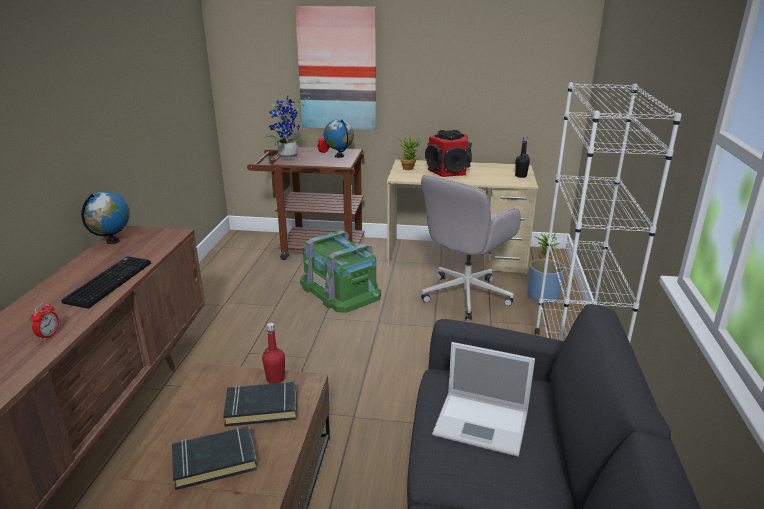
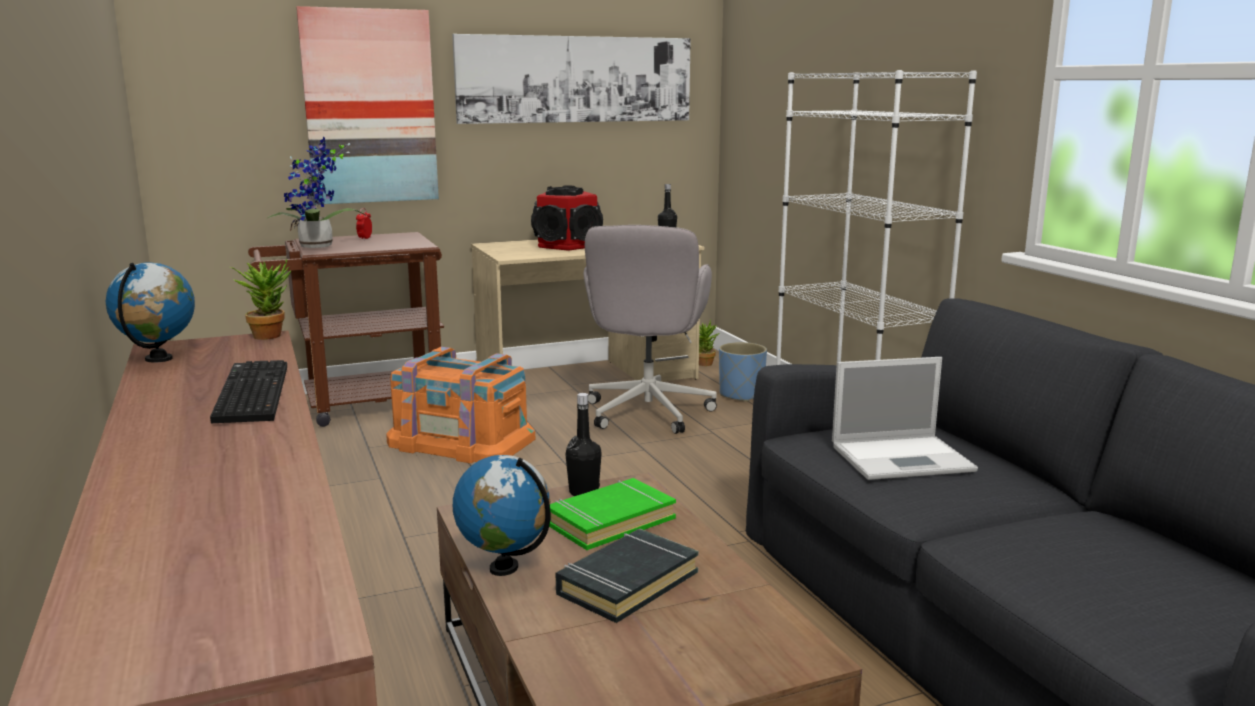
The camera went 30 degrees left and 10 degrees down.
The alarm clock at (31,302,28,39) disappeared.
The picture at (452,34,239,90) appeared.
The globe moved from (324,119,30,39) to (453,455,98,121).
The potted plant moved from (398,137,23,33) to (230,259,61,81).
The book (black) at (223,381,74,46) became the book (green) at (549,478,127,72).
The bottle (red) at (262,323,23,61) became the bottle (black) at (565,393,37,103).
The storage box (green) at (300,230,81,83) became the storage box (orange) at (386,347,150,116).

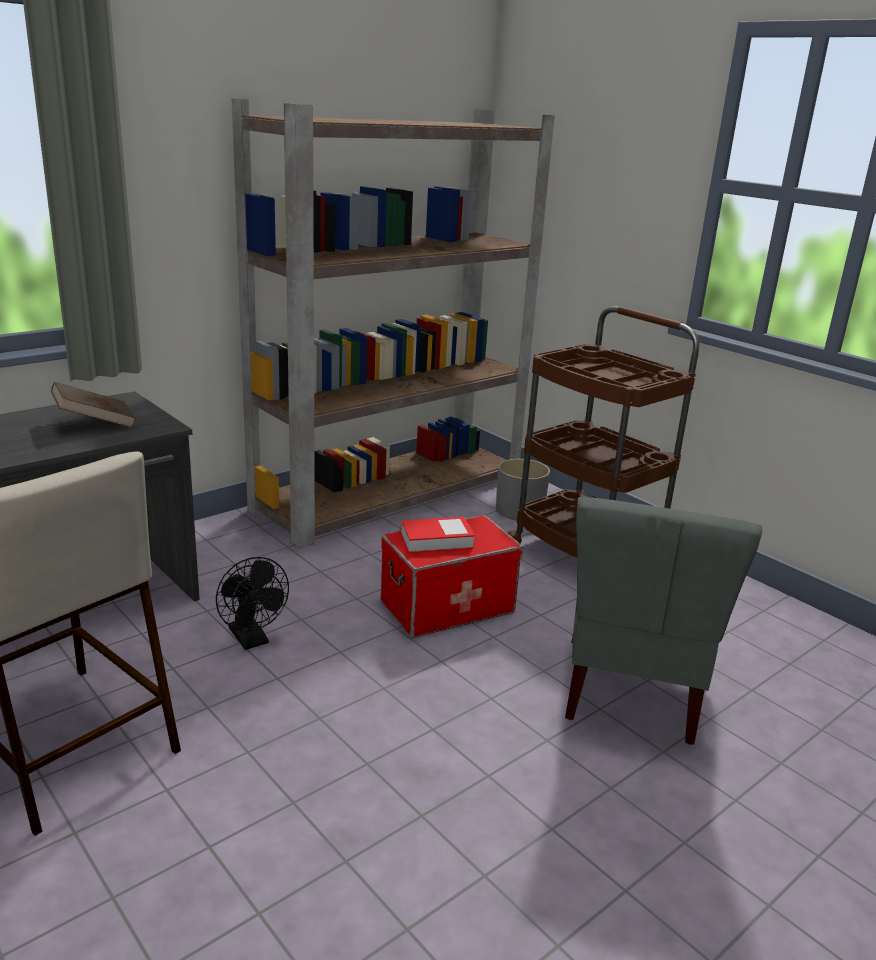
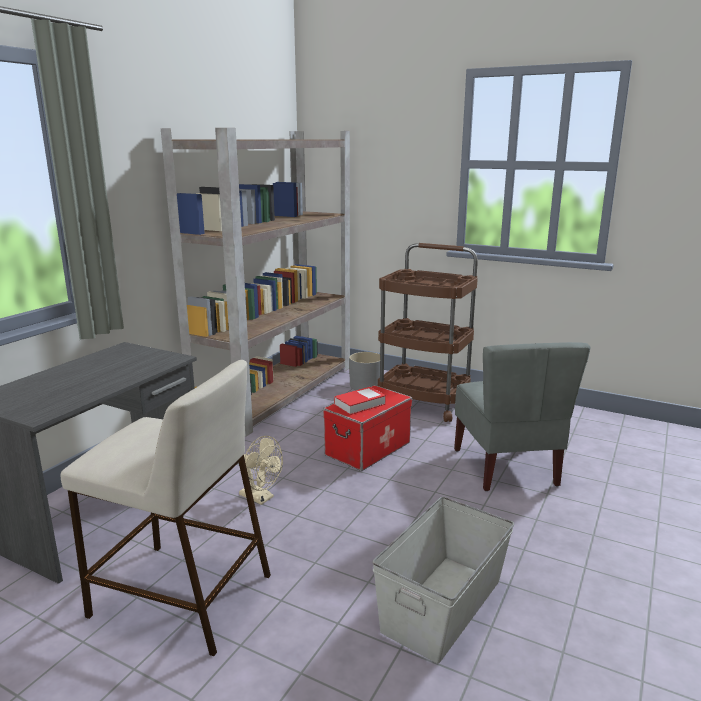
The camera went 20 degrees left and 5 degrees down.
The book (brown) at (51,382,85,46) disappeared.
The storage box (grey) at (372,497,142,167) appeared.
The fan (black) at (216,557,73,93) became the fan (beige) at (239,436,44,69).

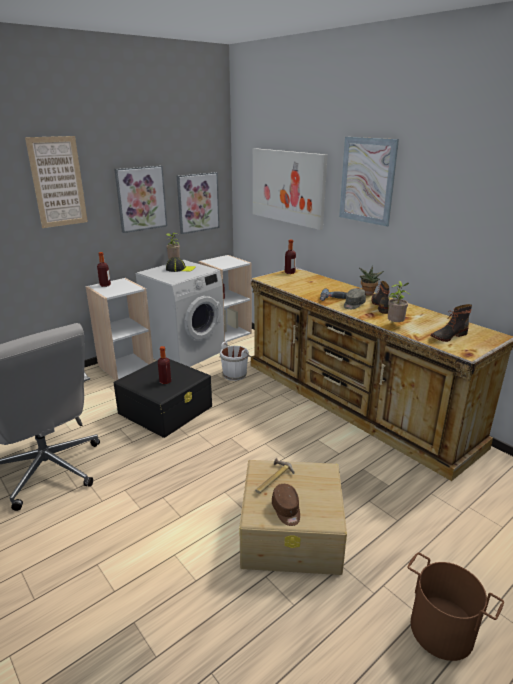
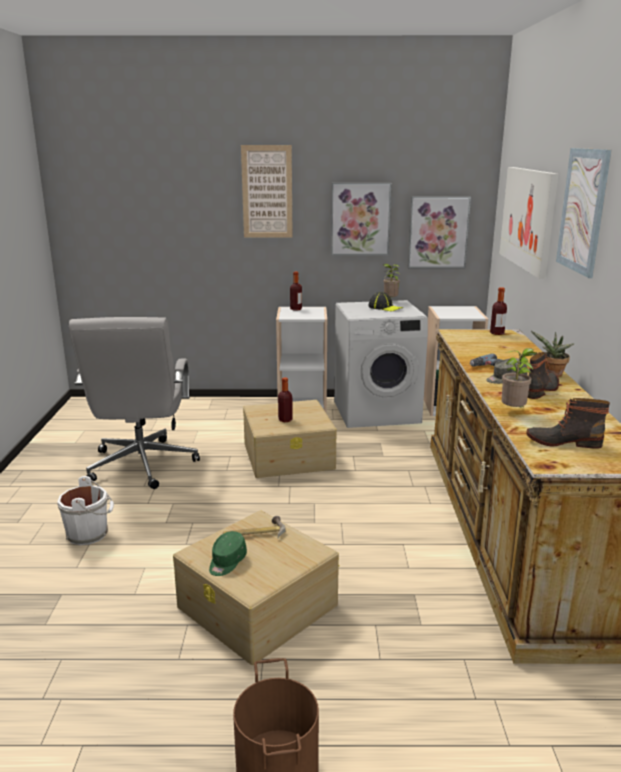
The camera went 40 degrees right and 5 degrees down.
The bucket (white) moved from (219,342,32,39) to (57,476,57,69).
The storage box (black) at (114,359,98,79) became the storage box (beige) at (243,400,94,78).
The cap (brown) at (272,484,28,42) became the cap (green) at (209,531,38,45).

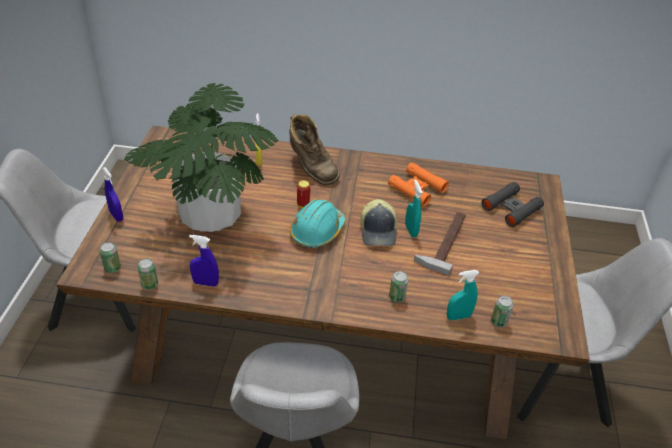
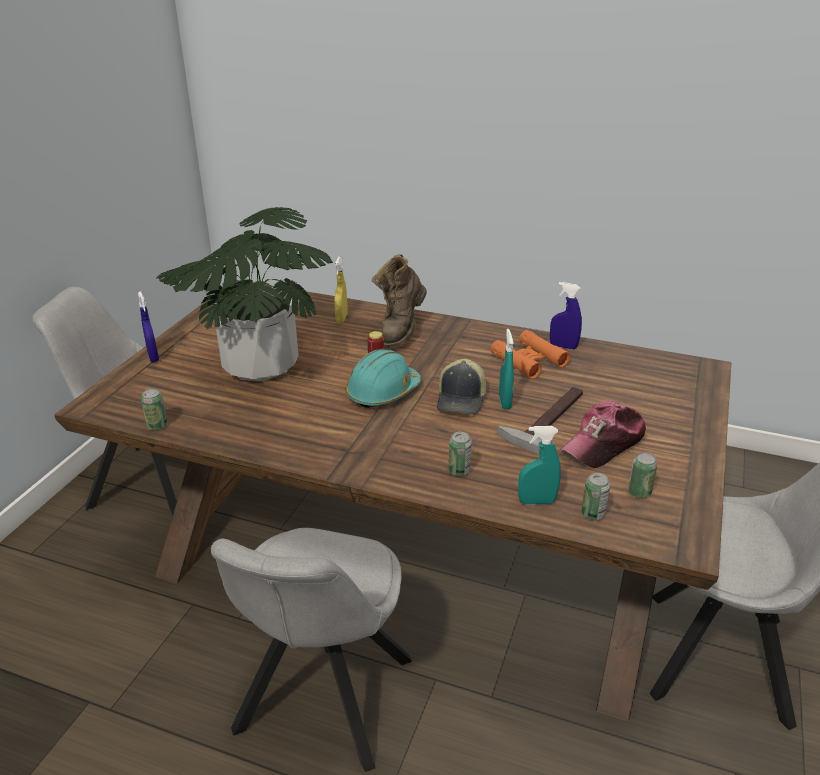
The camera went 15 degrees right and 10 degrees down.
The binoculars (black) at (481,182,63,45) disappeared.
The cap at (561,401,85,67) appeared.
The can moved from (100,242,21,31) to (628,452,29,46).
The spray bottle (blue) moved from (189,235,30,52) to (550,282,32,67).
The boot (brown) at (290,113,50,73) turned 45 degrees clockwise.

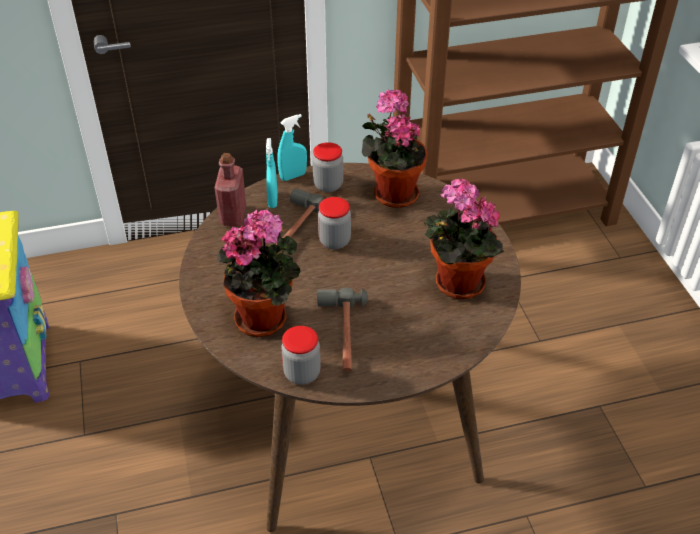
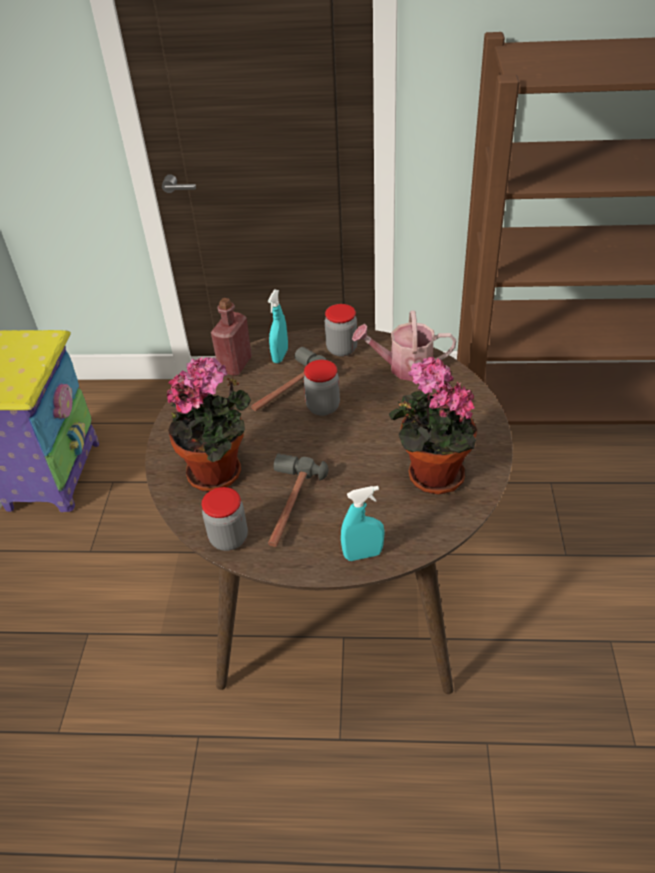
The camera went 20 degrees right and 0 degrees up.
The spray bottle (turquoise) moved from (277,114,30,67) to (341,486,43,75).
The potted plant at (362,89,66,119) was replaced by the watering can at (352,311,104,70).

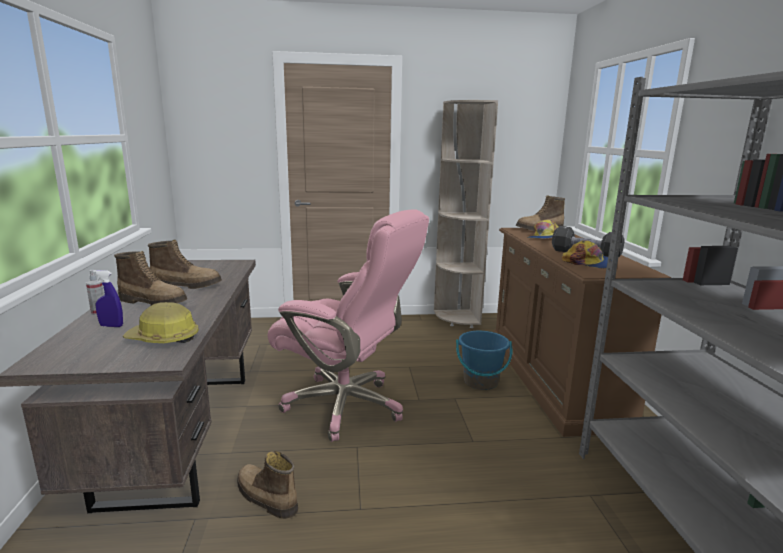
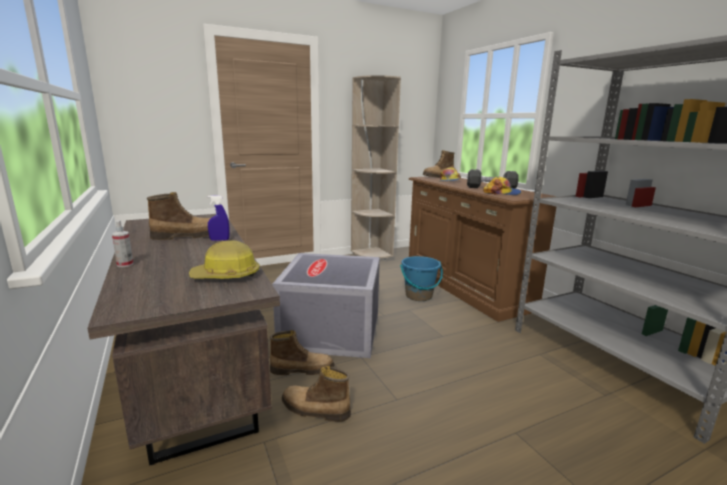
The camera went 20 degrees left and 0 degrees up.
The spray bottle (blue) moved from (93,270,30,57) to (208,195,22,46).
The boot moved from (114,251,73,54) to (270,330,65,45).
The office chair (pink) at (268,210,161,232) was replaced by the storage box (grey) at (272,253,108,105).

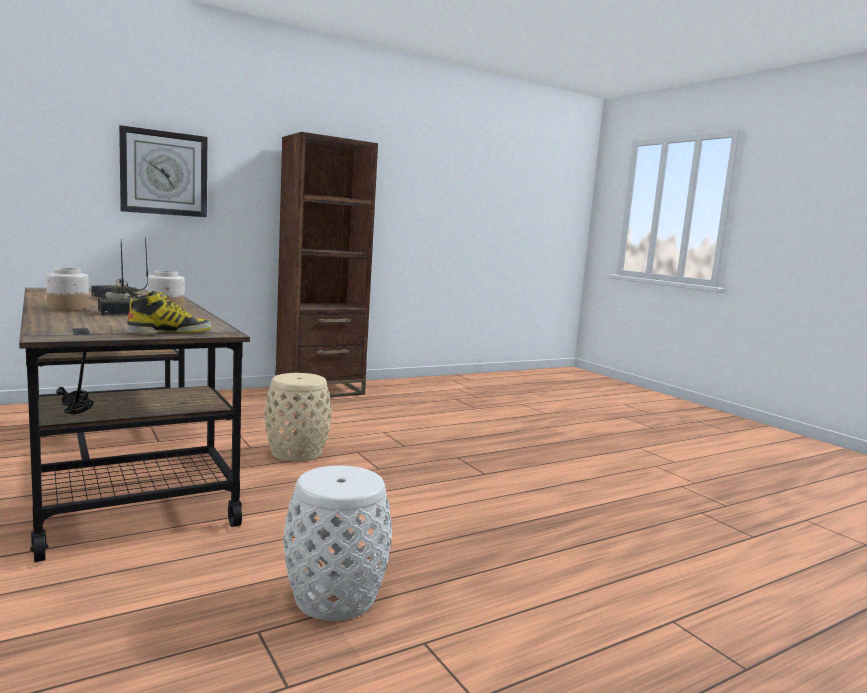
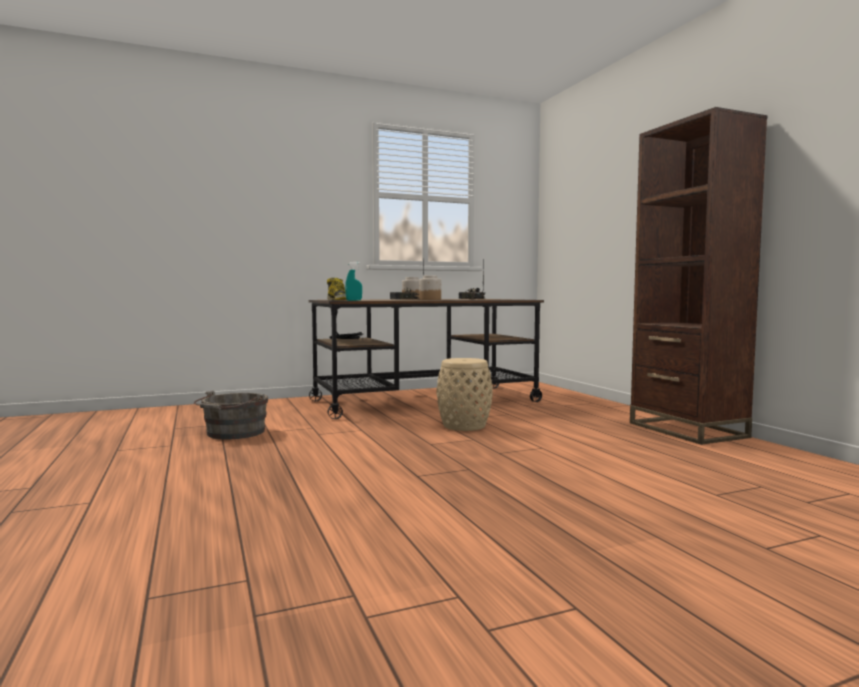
The camera went 100 degrees right and 5 degrees down.
The wall clock at (119,125,88,92) disappeared.
The spray bottle (turquoise) at (345,262,17,39) appeared.
The stool (white) at (284,465,108,156) was replaced by the bucket (grey) at (194,390,74,49).

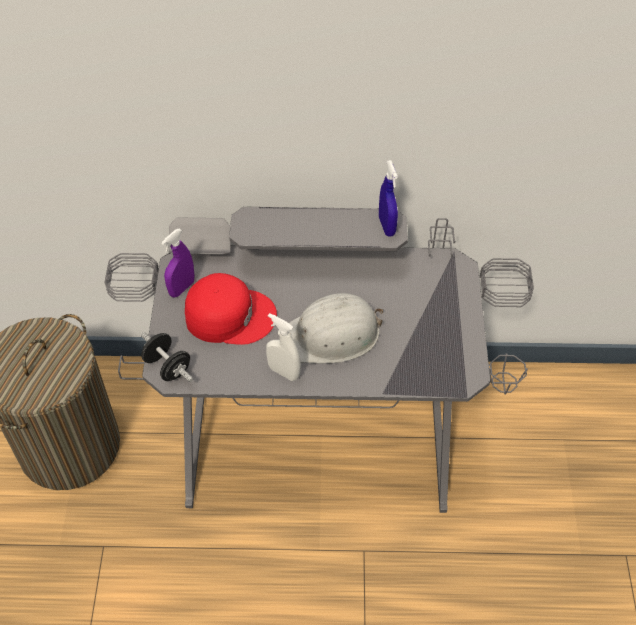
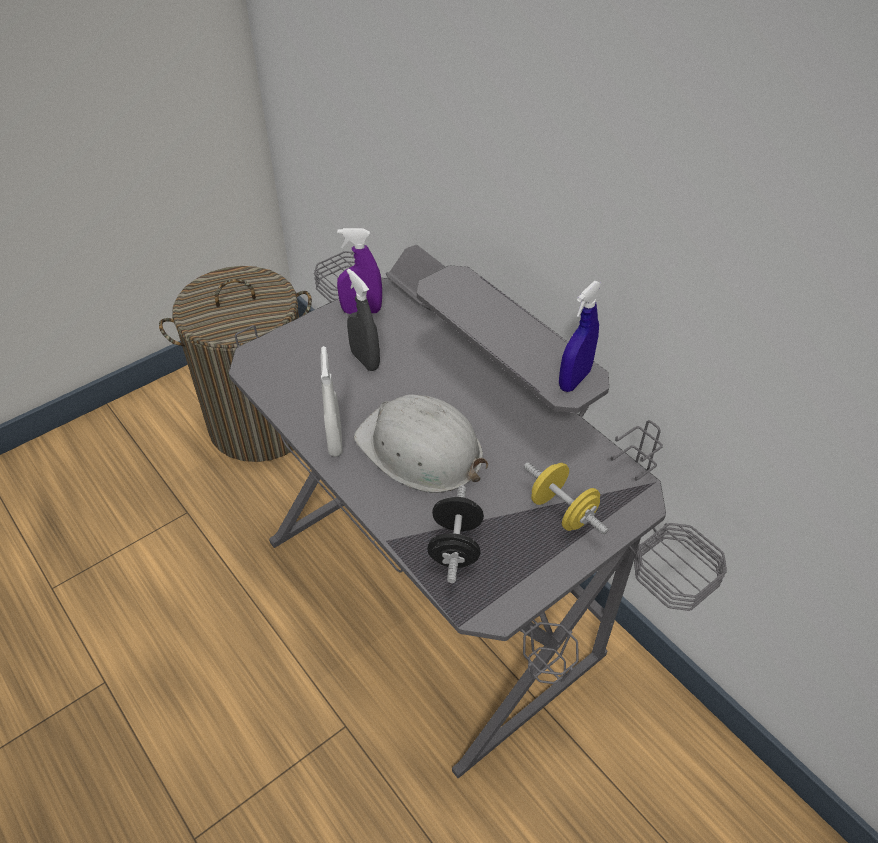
The camera went 50 degrees right and 5 degrees down.
The dumbbell (yellow) at (524,462,85,72) appeared.
The dumbbell (black) moved from (141,332,52,50) to (427,485,57,98).
The cap (red) at (185,273,92,72) was replaced by the spray bottle (grey) at (347,269,33,102).

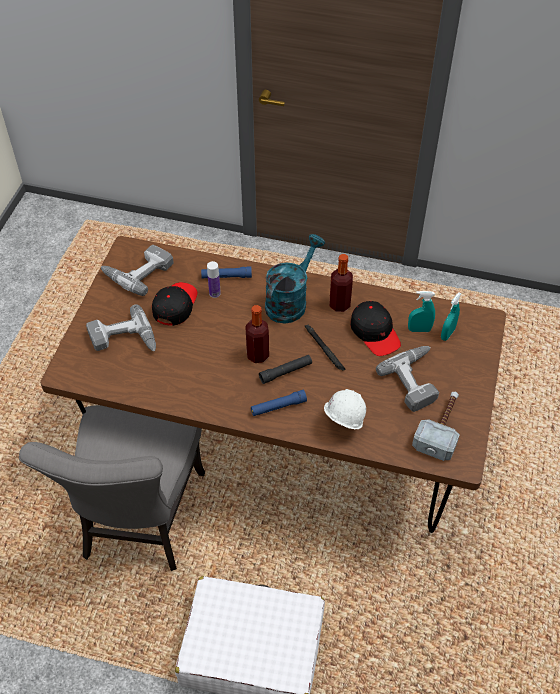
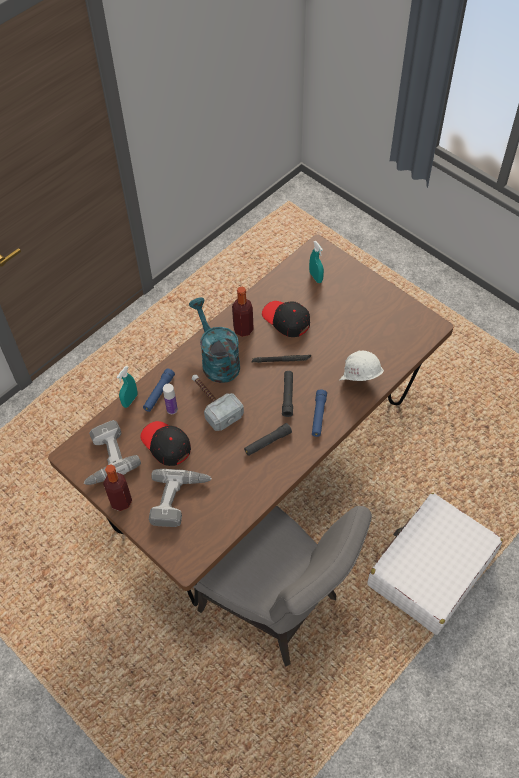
The camera went 60 degrees left and 5 degrees up.
The power drill at (376,346,63,66) disappeared.
The flashlight (black) at (244,423,48,33) appeared.
The bottle moved from (245,305,24,58) to (103,464,29,47).
The spray bottle (turquoise) moved from (408,291,27,41) to (116,366,21,42).
The hammer moved from (412,392,48,69) to (192,375,52,56).
The cap (black) at (350,301,51,55) turned 135 degrees counterclockwise.

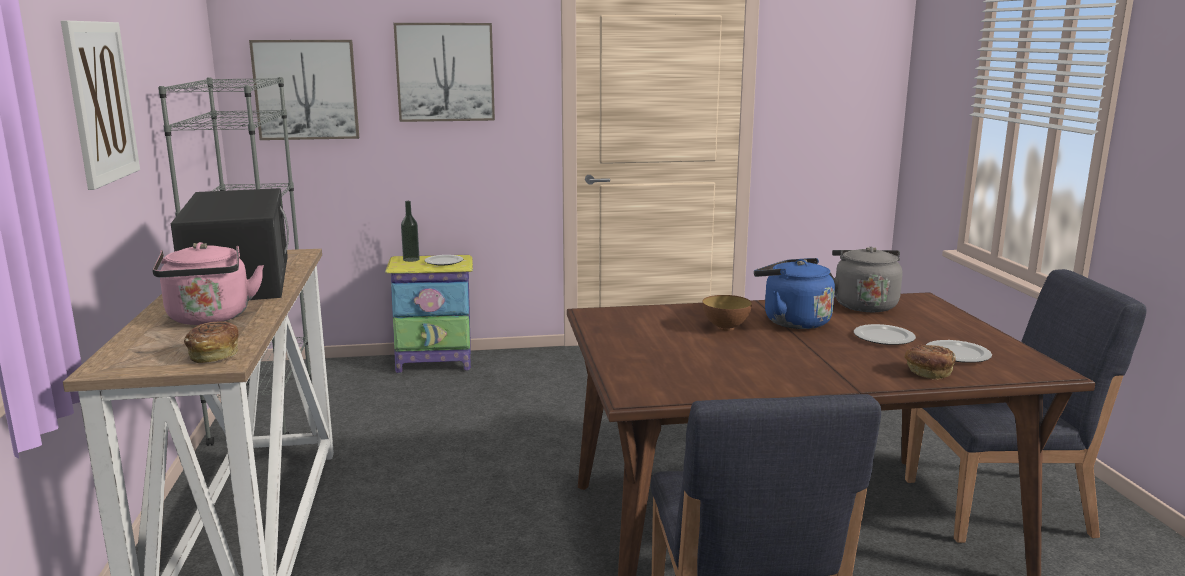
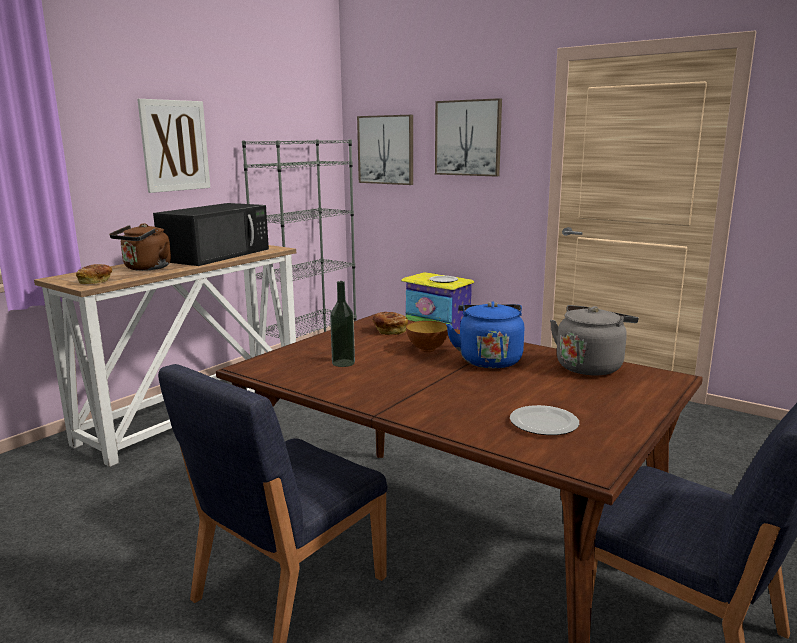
The camera went 45 degrees right and 0 degrees up.
The plate at (854,324,62,21) disappeared.
The bottle moved from (401,201,19,61) to (330,281,25,86).
The bread moved from (904,345,52,35) to (372,312,36,23).
The kettle (pink) at (152,242,112,83) became the kettle (brown) at (109,223,62,48).

